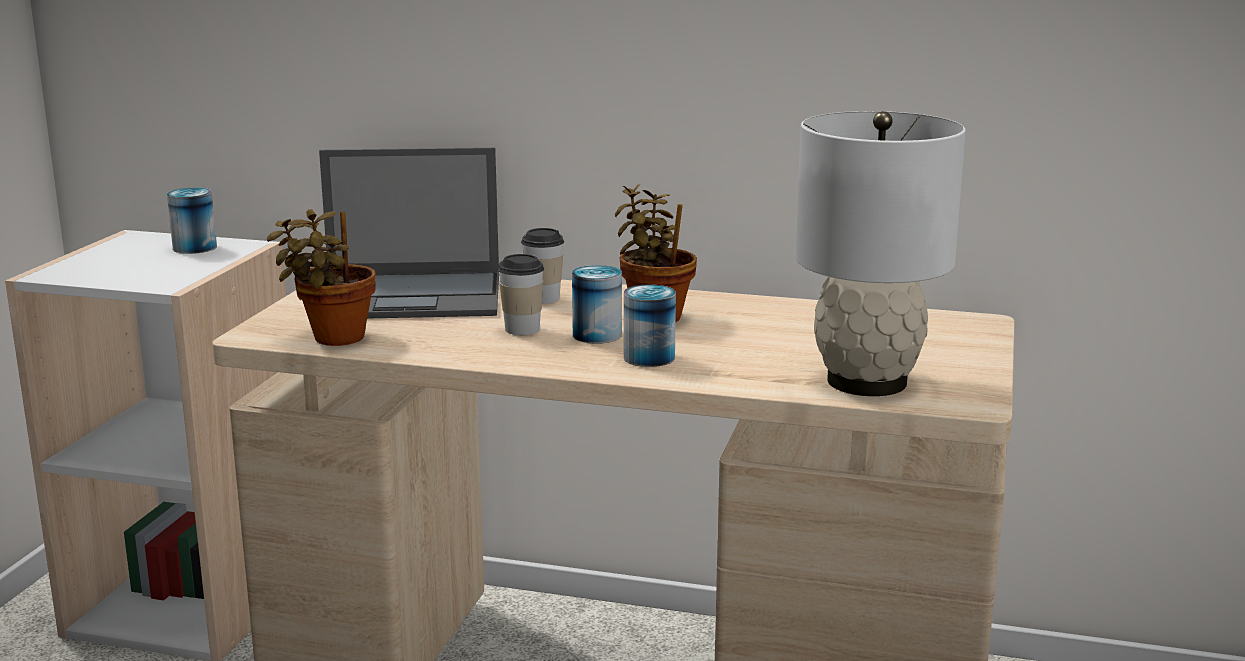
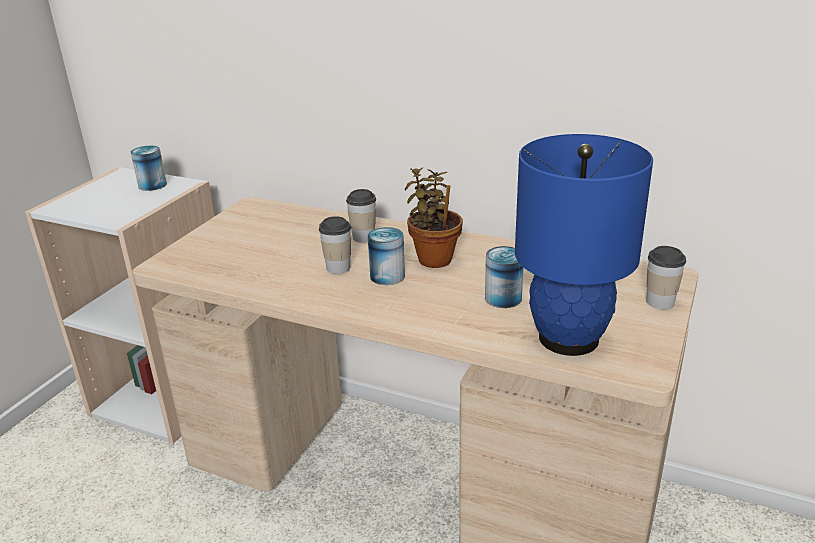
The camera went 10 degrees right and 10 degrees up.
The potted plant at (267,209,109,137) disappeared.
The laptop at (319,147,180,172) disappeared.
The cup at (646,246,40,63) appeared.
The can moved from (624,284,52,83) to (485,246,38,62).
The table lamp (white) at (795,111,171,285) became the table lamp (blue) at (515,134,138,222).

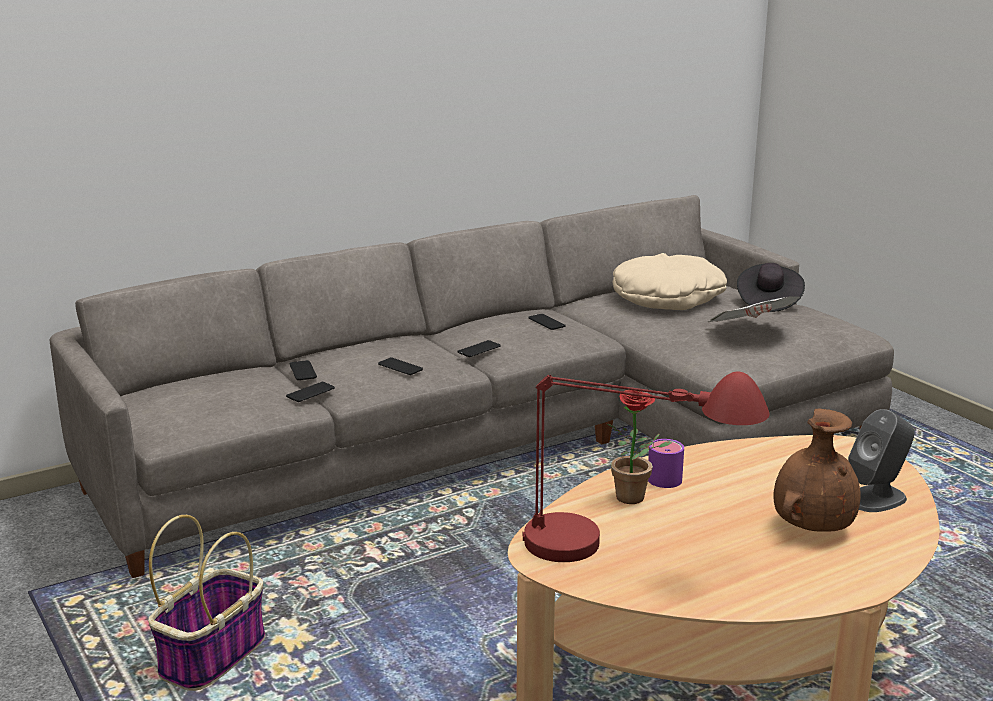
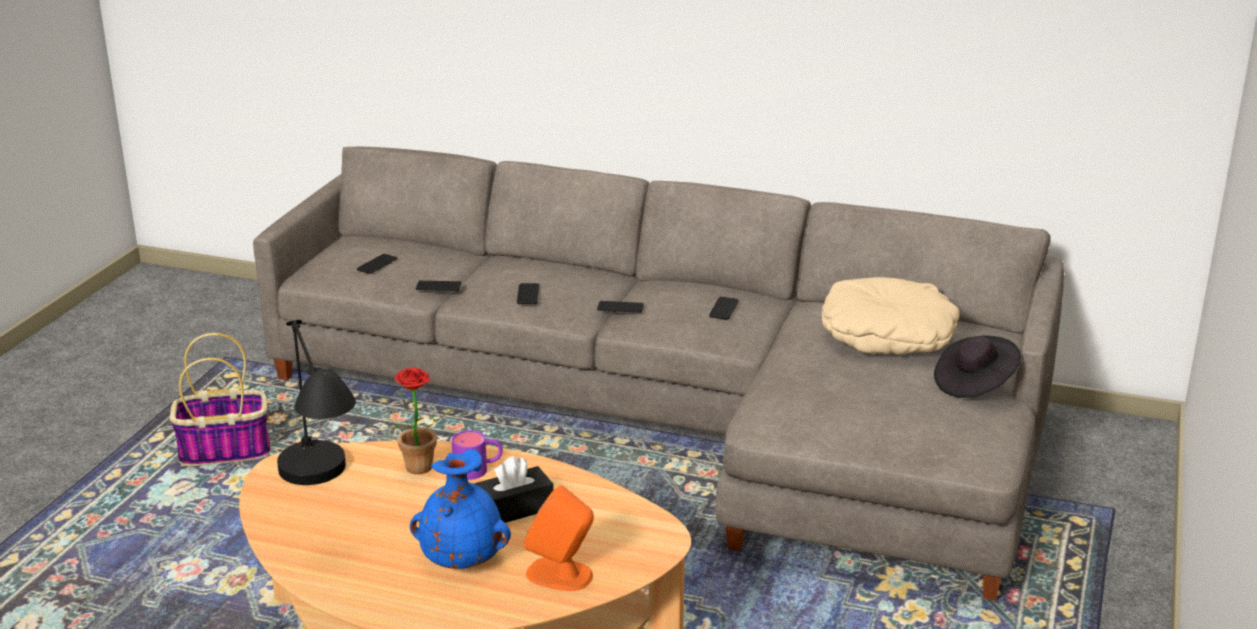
The camera went 50 degrees right and 5 degrees up.
The newspaper at (708,296,93,26) disappeared.
The tissue box (black) at (475,456,79,67) appeared.
The phone moved from (290,360,27,20) to (357,254,40,20).
The table lamp (red) at (522,371,248,191) became the table lamp (black) at (277,320,79,165).
The vase (brown) at (773,409,88,123) became the vase (blue) at (410,449,101,120).
The speaker (grey) at (848,409,67,103) became the speaker (orange) at (524,485,70,106).

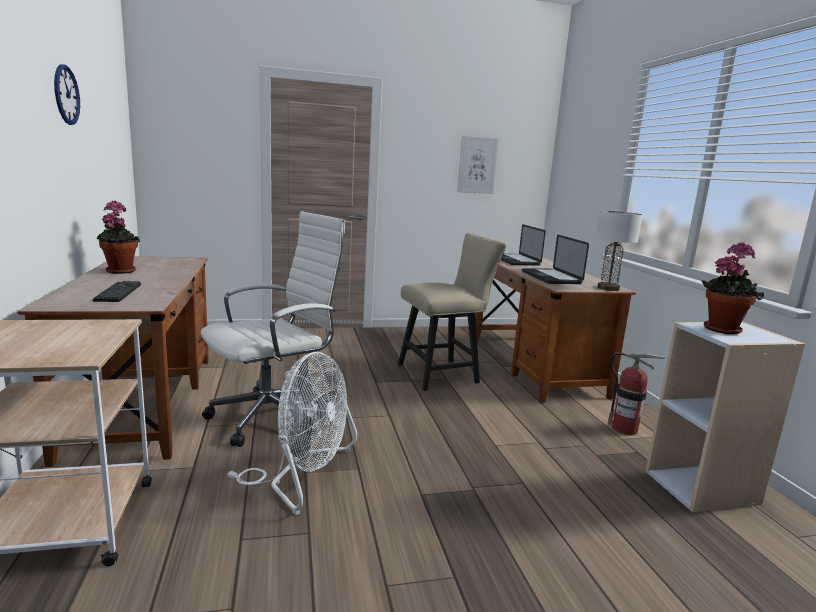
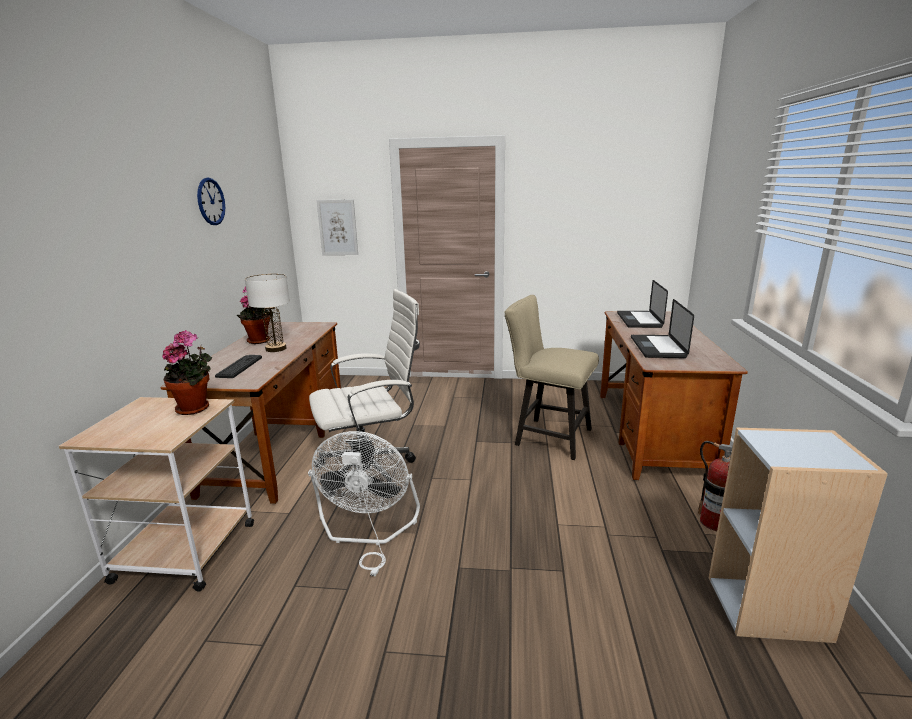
The camera went 20 degrees right and 5 degrees up.
The picture moved from (457,136,41,58) to (316,199,42,56).
The table lamp moved from (595,211,47,80) to (245,274,45,78).
The potted plant moved from (702,242,62,92) to (162,330,50,85).
The fan (white) at (227,352,130,163) turned 120 degrees counterclockwise.
The chair (beige) at (398,233,108,158) turned 150 degrees counterclockwise.

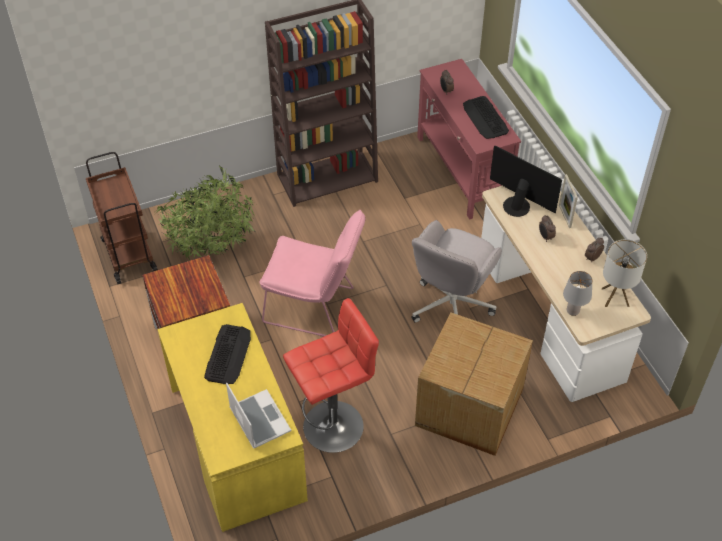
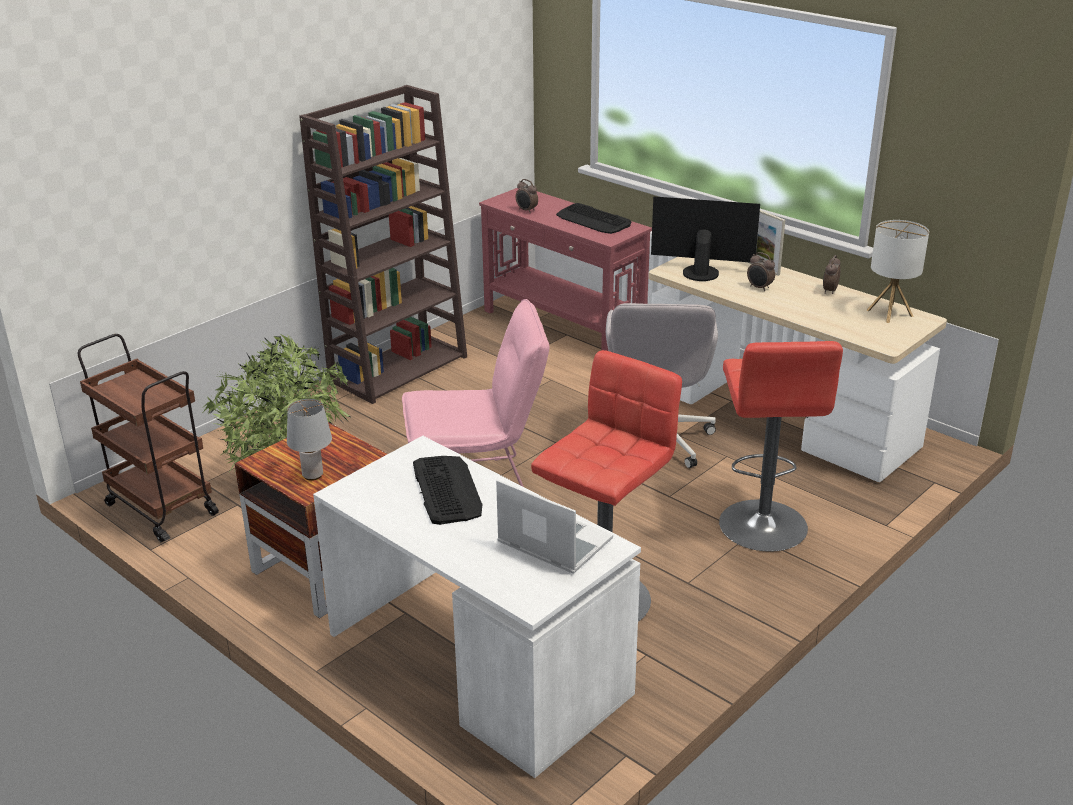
The camera went 25 degrees left and 20 degrees down.
The table lamp (grey) moved from (563,271,30,45) to (287,399,45,82).
The cardboard box at (415,312,118,144) was replaced by the stool (red) at (719,341,124,211).
The desk (yellow) at (157,303,151,229) became the desk (white) at (313,436,328,342).

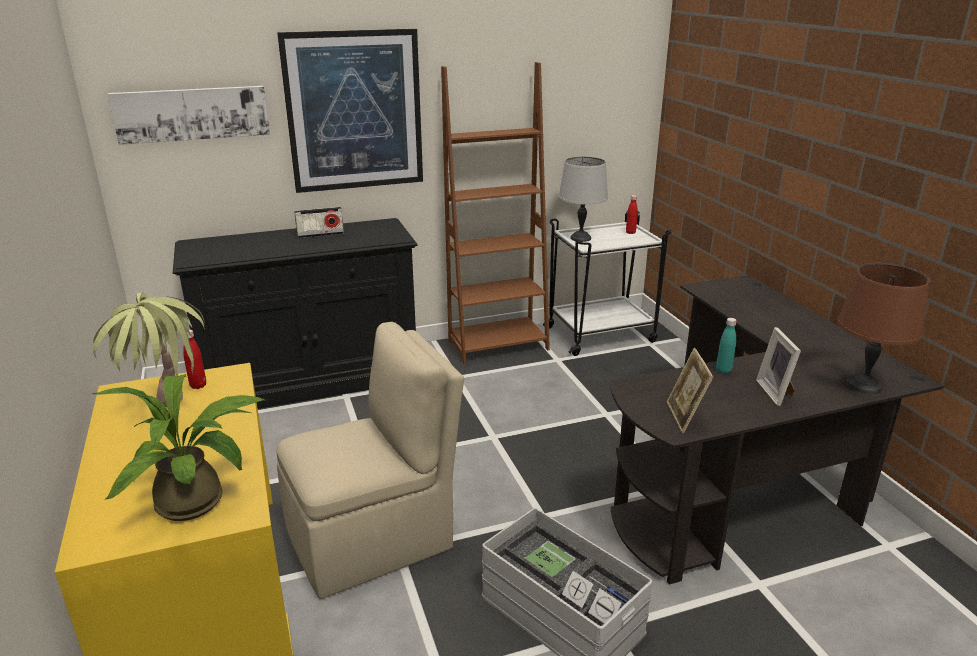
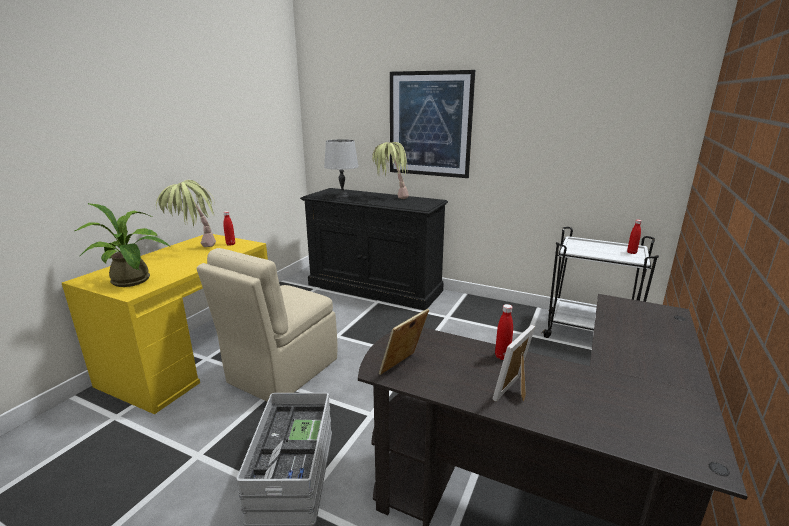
The camera went 45 degrees right and 5 degrees down.
The picture at (108,86,162,59) disappeared.
The bookcase (brown) at (441,62,109,302) disappeared.
The table lamp (brown) at (838,263,92,131) disappeared.
The table lamp (grey) moved from (559,156,49,86) to (324,139,35,59).
The radio at (294,207,50,31) was replaced by the potted plant at (372,142,37,57).
The bottle (turquoise) at (716,318,21,56) became the bottle (red) at (495,304,18,56).
The chair (beige) at (276,322,188,277) turned 105 degrees clockwise.

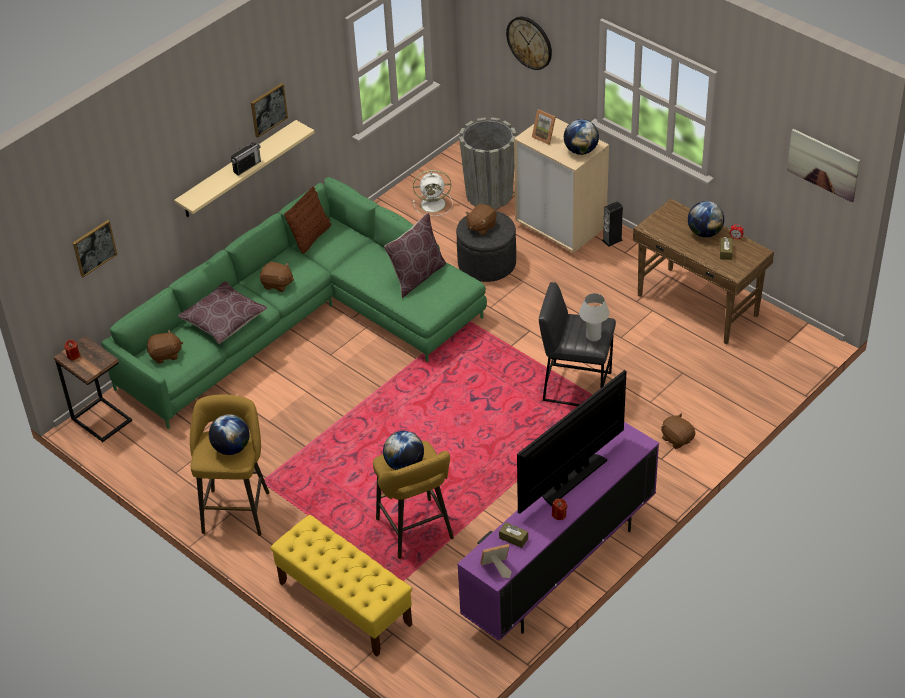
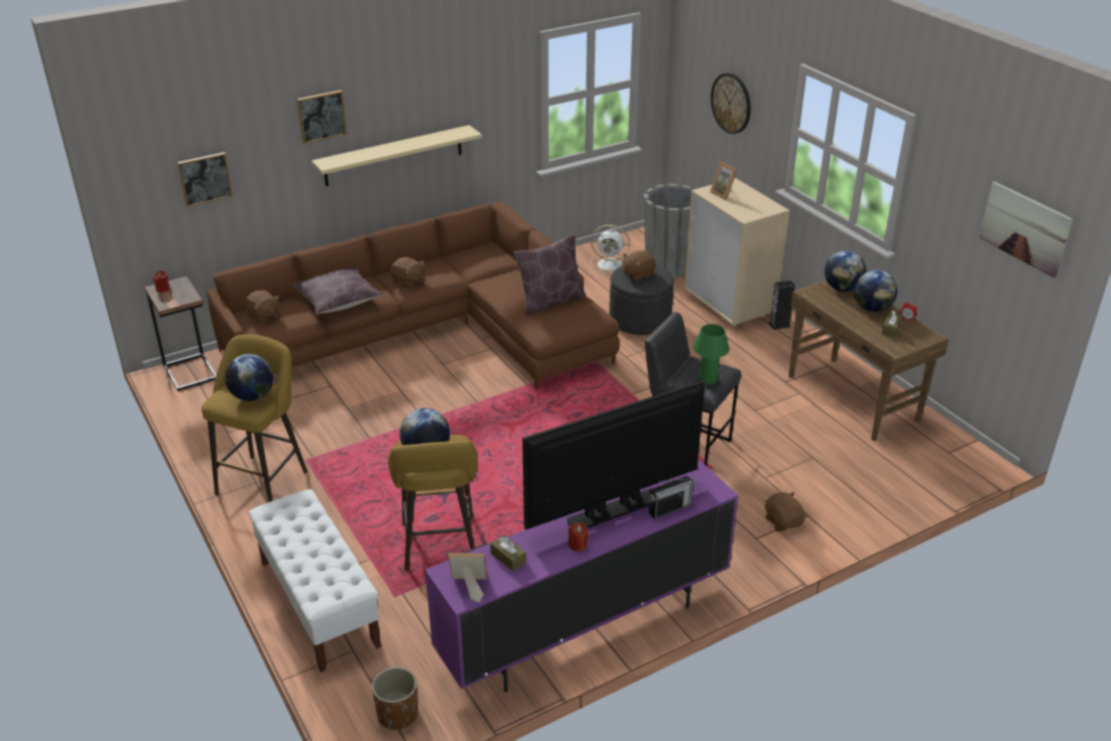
The camera went 15 degrees right and 10 degrees down.
The pillow (brown) at (284,186,47,68) disappeared.
The planter (brown) at (372,667,46,63) appeared.
The radio moved from (231,142,30,34) to (648,476,47,43).
The picture moved from (251,83,37,55) to (297,90,50,54).
The globe moved from (564,119,35,36) to (824,251,42,41).
The sofa (green) at (102,177,385,252) became the sofa (brown) at (207,201,413,189).
The bench (yellow) at (270,515,142,142) became the bench (white) at (248,489,133,183).
The table lamp (white) at (579,293,31,48) became the table lamp (green) at (693,324,36,61).
The plush toy (brown) at (147,329,36,35) turned 45 degrees clockwise.

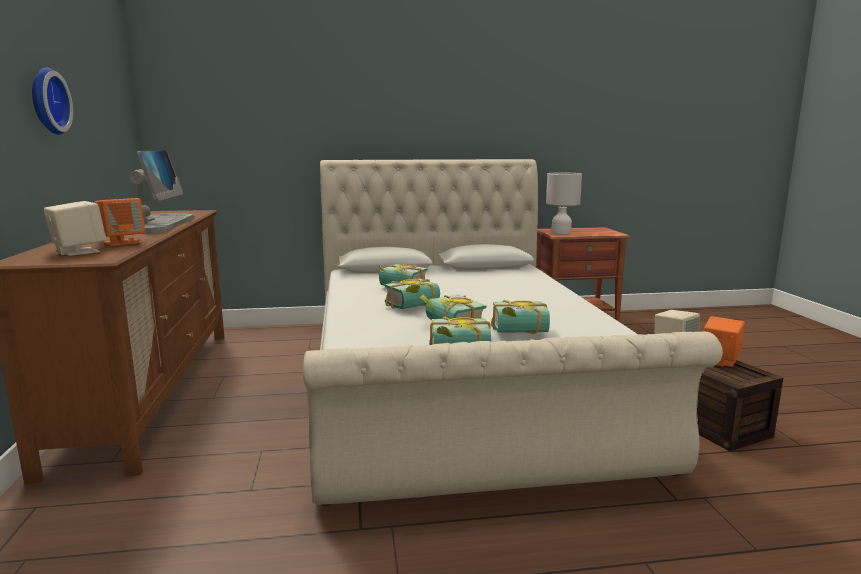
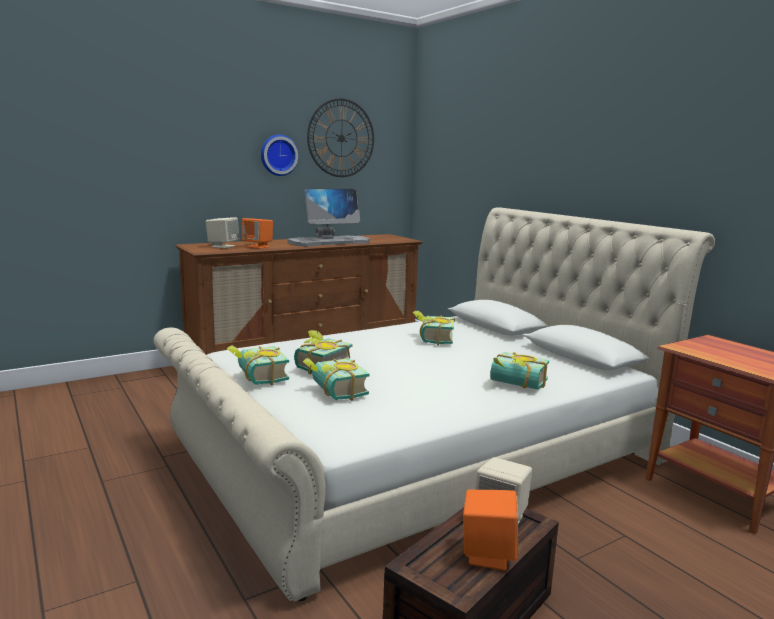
The camera went 65 degrees right and 0 degrees up.
The table lamp (grey) at (546,173,36,61) disappeared.
The wall clock at (307,98,67,79) appeared.
The book moved from (384,279,56,30) to (491,352,58,38).

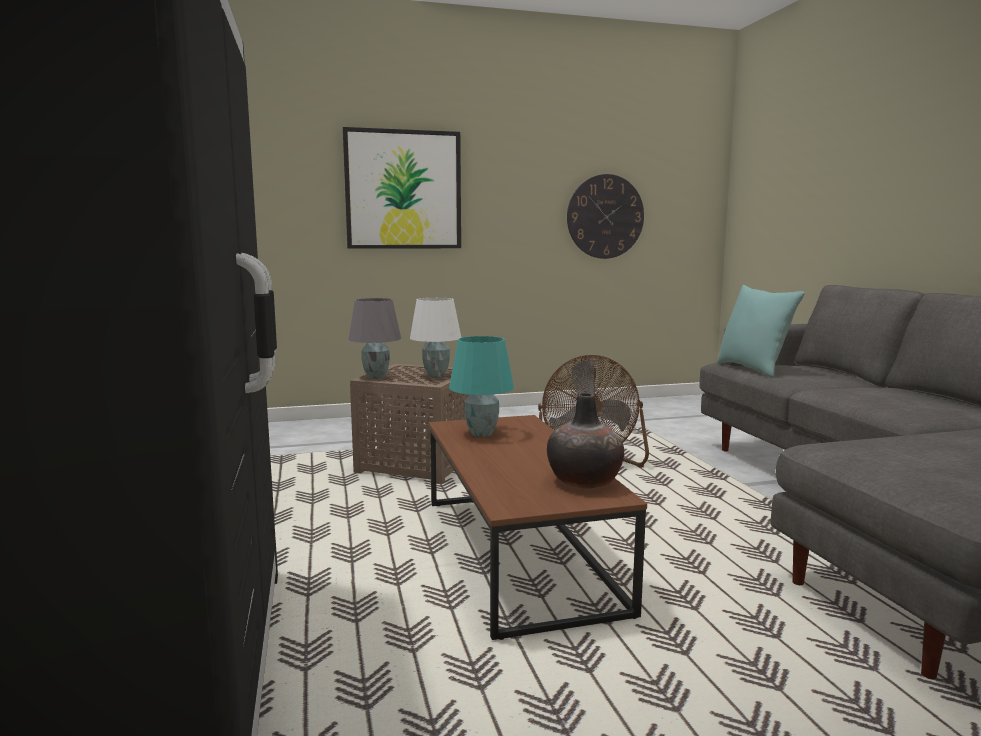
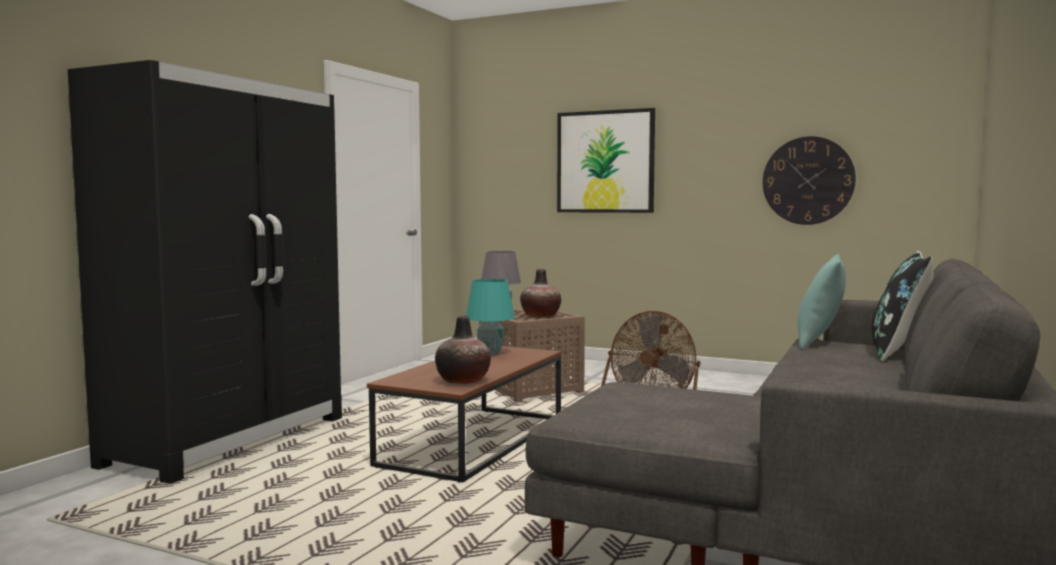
The camera went 40 degrees right and 5 degrees down.
The pillow (black) at (872,251,62,110) appeared.
The table lamp (white) at (410,298,51,79) was replaced by the vase at (520,269,41,48).

